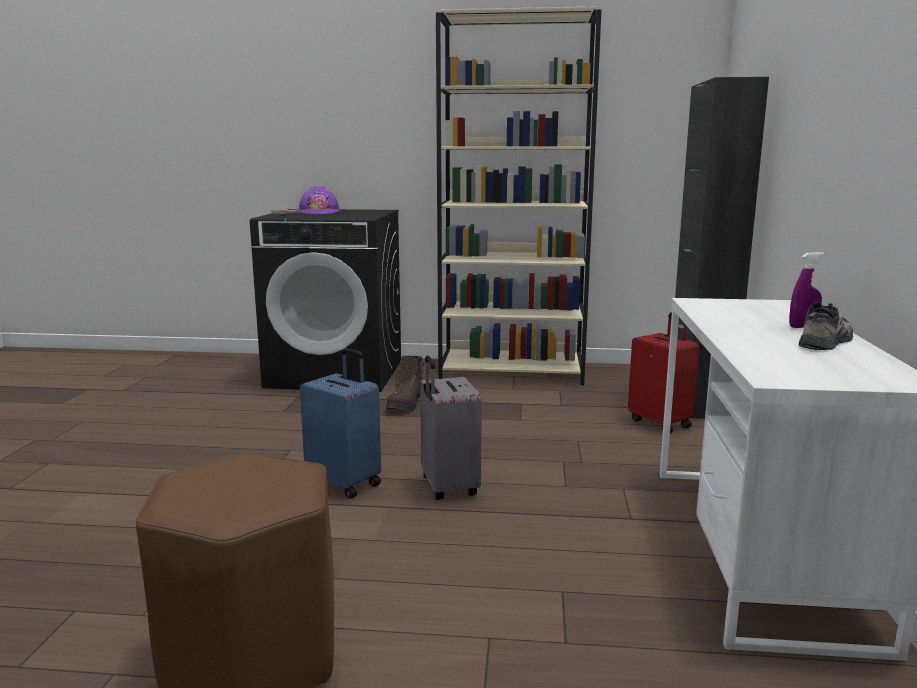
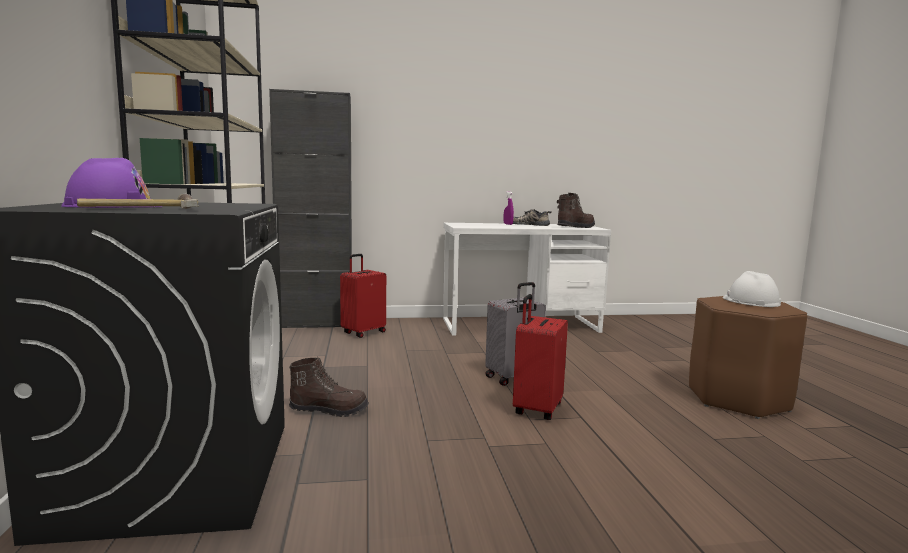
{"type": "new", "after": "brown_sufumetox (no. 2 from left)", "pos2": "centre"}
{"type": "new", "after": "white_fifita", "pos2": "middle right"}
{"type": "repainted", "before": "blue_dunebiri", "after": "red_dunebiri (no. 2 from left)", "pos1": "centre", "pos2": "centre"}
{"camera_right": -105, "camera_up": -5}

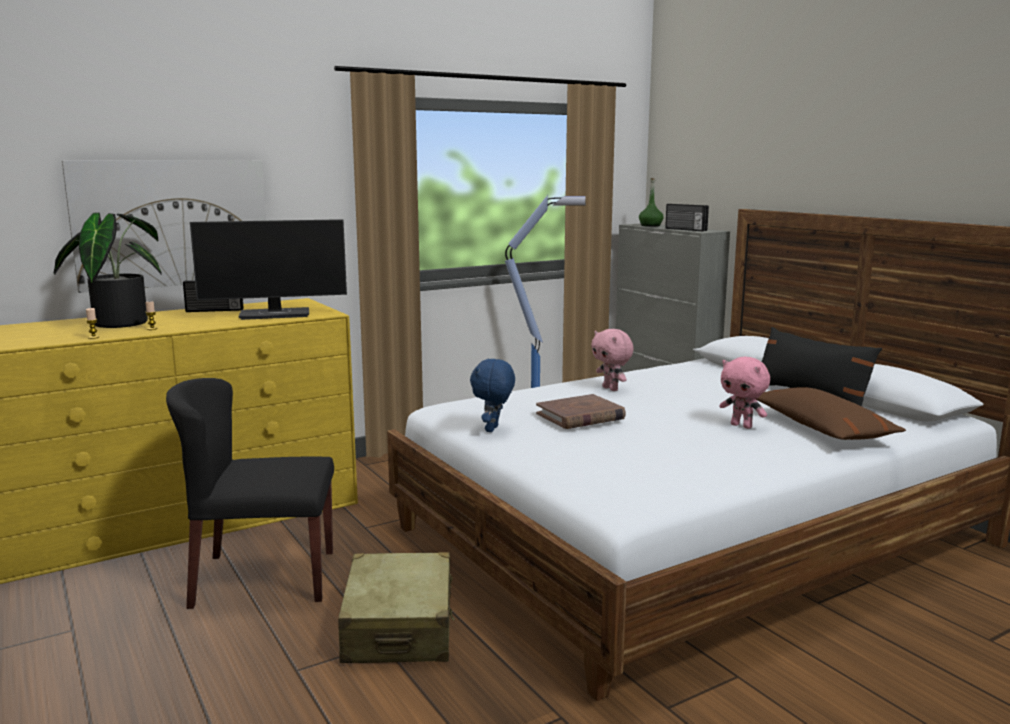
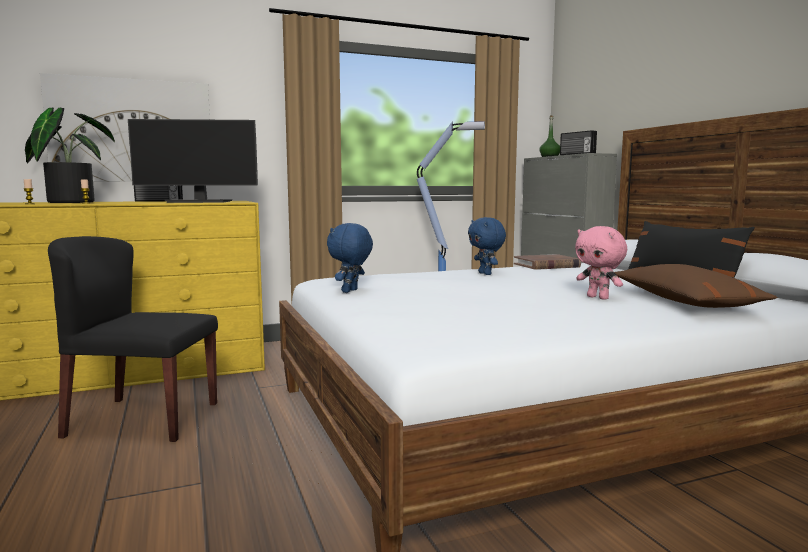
{"type": "gone", "before": "beige_dunebiri", "pos1": "bottom centre"}
{"type": "shifted", "before": "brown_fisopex", "pos1": "centre", "pos2": "middle right"}
{"type": "repainted", "before": "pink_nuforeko (no. 1 from left)", "after": "blue_nuforeko (no. 2 from left)", "pos1": "centre", "pos2": "centre"}
{"camera_right": 10, "camera_up": -5}

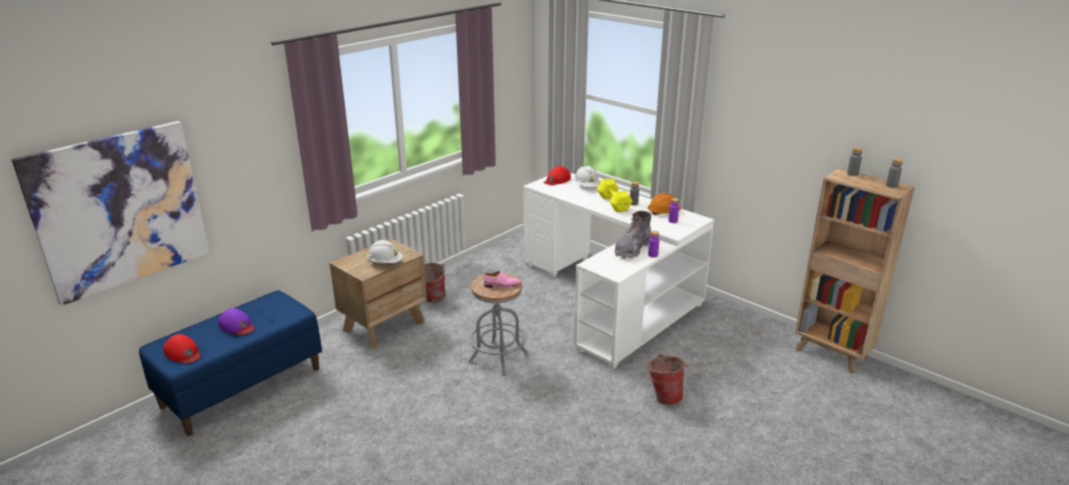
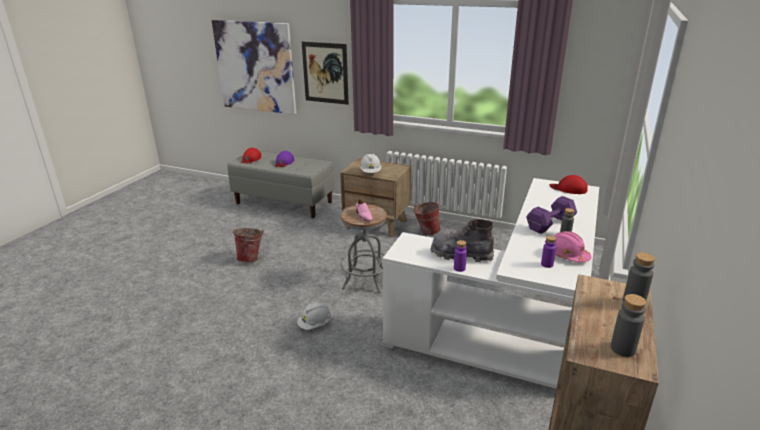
{"type": "new", "after": "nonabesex (no. 2 from left)", "pos2": "top centre"}
{"type": "shifted", "before": "white_fifita (no. 2 from left in the first image)", "after": "white_fifita (no. 1 from left)", "pos1": "centre", "pos2": "bottom centre"}
{"type": "shifted", "before": "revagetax (no. 2 from left in the first image)", "after": "revagetax (no. 1 from left)", "pos1": "bottom centre", "pos2": "middle left"}
{"type": "repainted", "before": "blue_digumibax", "after": "grey_digumibax", "pos1": "bottom left", "pos2": "centre"}
{"type": "repainted", "before": "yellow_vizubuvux", "after": "purple_vizubuvux", "pos1": "centre", "pos2": "middle right"}
{"type": "repainted", "before": "orange_fifita", "after": "pink_fifita", "pos1": "centre", "pos2": "middle right"}
{"camera_right": 70, "camera_up": 0}

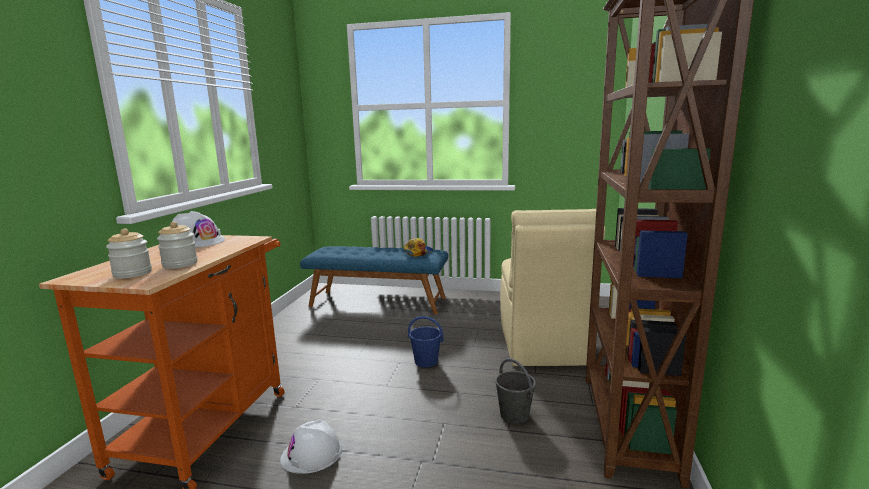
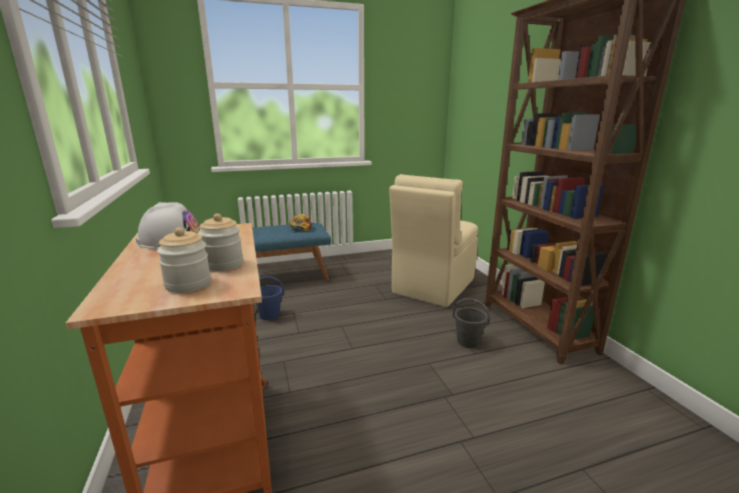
{"type": "gone", "before": "white_fifita (no. 2 from left)", "pos1": "bottom centre"}
{"type": "shifted", "before": "blue_revagetax", "pos1": "bottom centre", "pos2": "centre"}
{"type": "rotated", "before": "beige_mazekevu", "pos1": "centre", "pos2": "centre", "turn": 60}
{"camera_right": -30, "camera_up": 5}

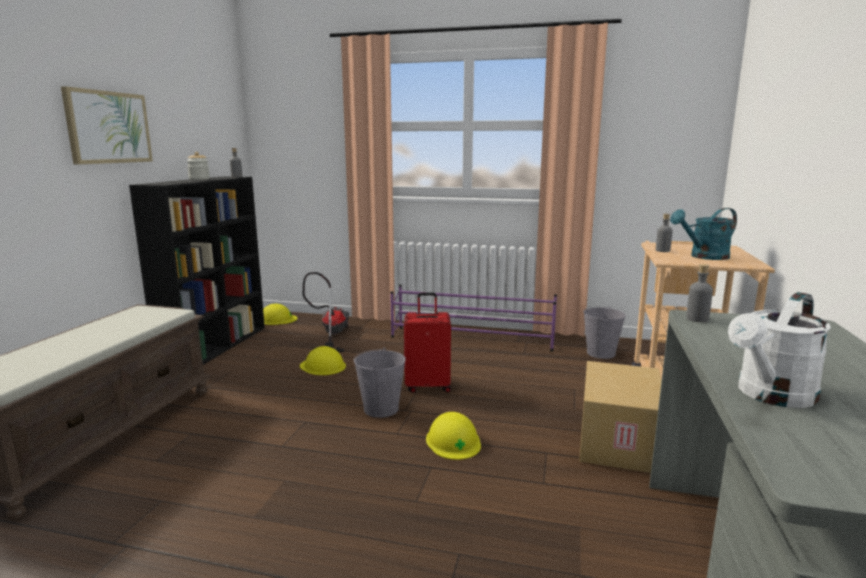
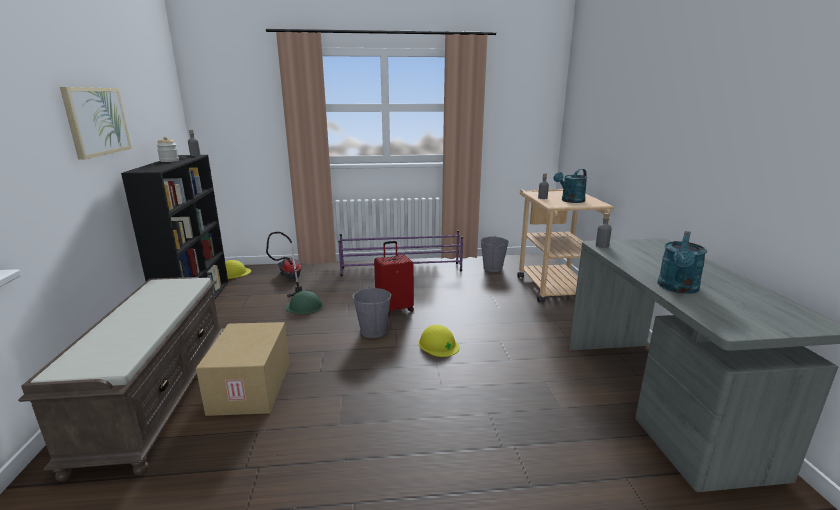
{"type": "shifted", "before": "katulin", "pos1": "bottom right", "pos2": "bottom left"}
{"type": "repainted", "before": "yellow_fifita (no. 2 from left)", "after": "green_fifita", "pos1": "centre", "pos2": "centre"}
{"type": "repainted", "before": "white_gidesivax", "after": "turquoise_gidesivax (no. 2 from left)", "pos1": "middle right", "pos2": "middle right"}
{"camera_right": -20, "camera_up": 5}

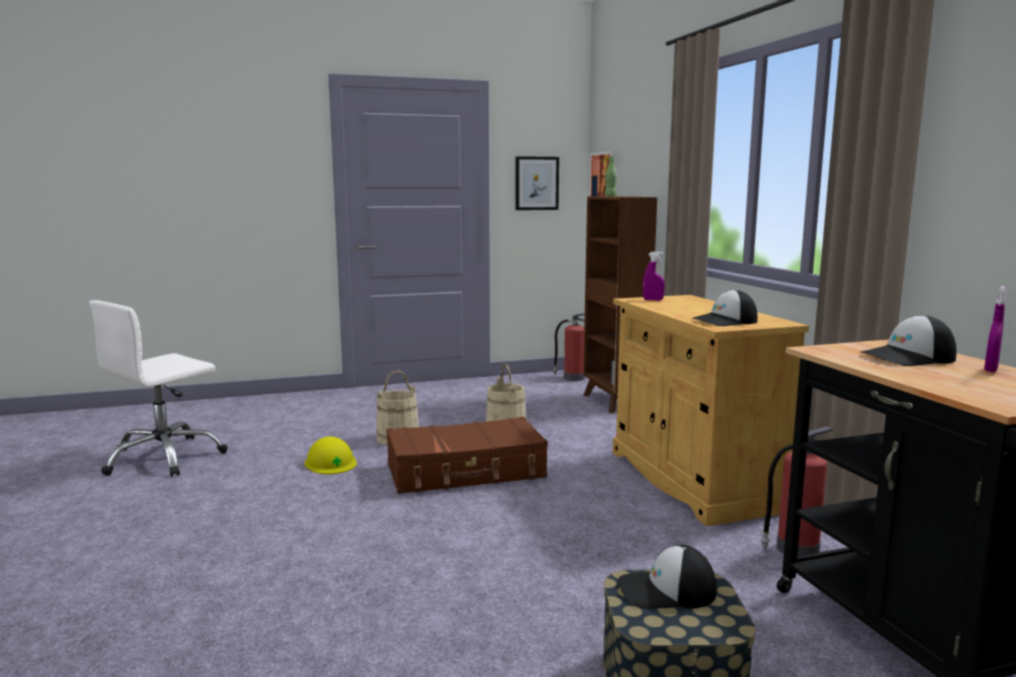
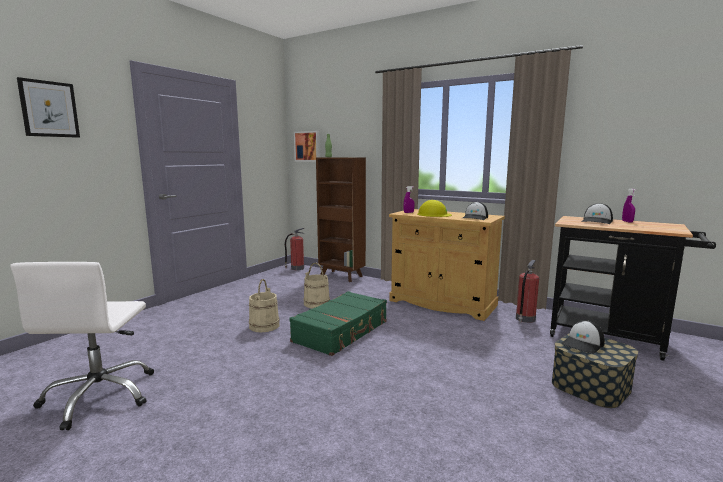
{"type": "shifted", "before": "yellow_fifita", "pos1": "bottom left", "pos2": "centre"}
{"type": "shifted", "before": "nonabesex (no. 1 from left)", "pos1": "top centre", "pos2": "top left"}
{"type": "repainted", "before": "brown_dunebiri", "after": "green_dunebiri", "pos1": "bottom centre", "pos2": "bottom centre"}
{"camera_right": -40, "camera_up": 0}

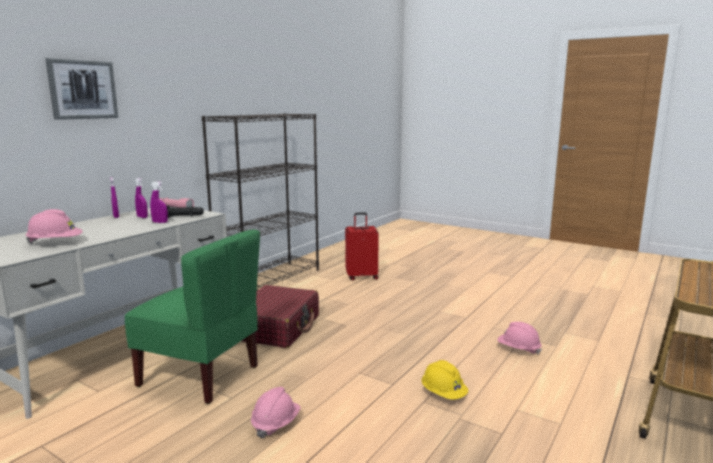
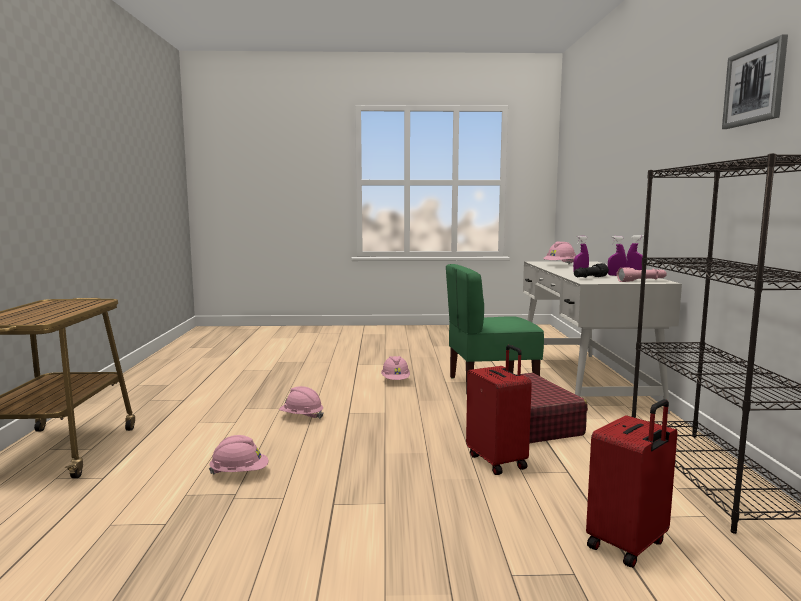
{"type": "new", "after": "red_dunebiri (no. 1 from left)", "pos2": "bottom centre"}
{"type": "shifted", "before": "nonabesex", "pos1": "top left", "pos2": "top right"}
{"type": "repainted", "before": "yellow_fifita", "after": "pink_fifita (no. 2 from left)", "pos1": "bottom centre", "pos2": "bottom centre"}
{"camera_right": 145, "camera_up": -5}

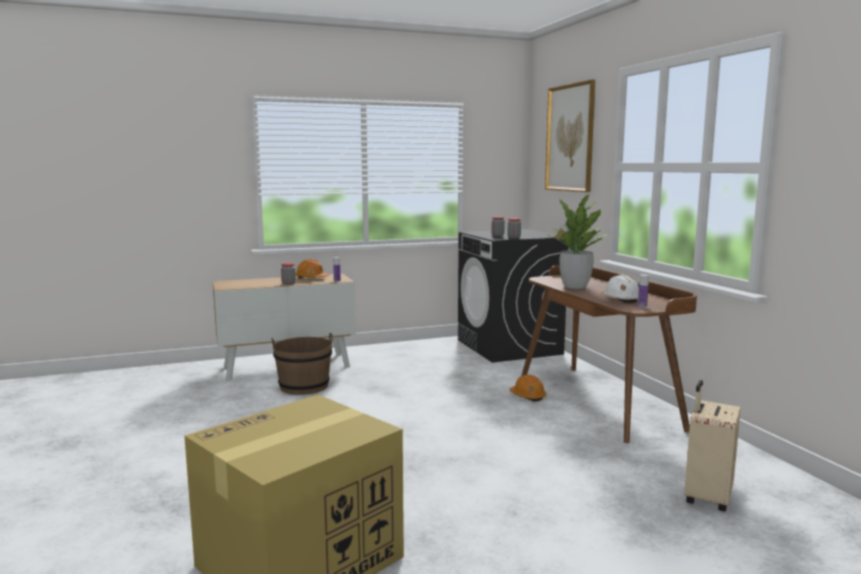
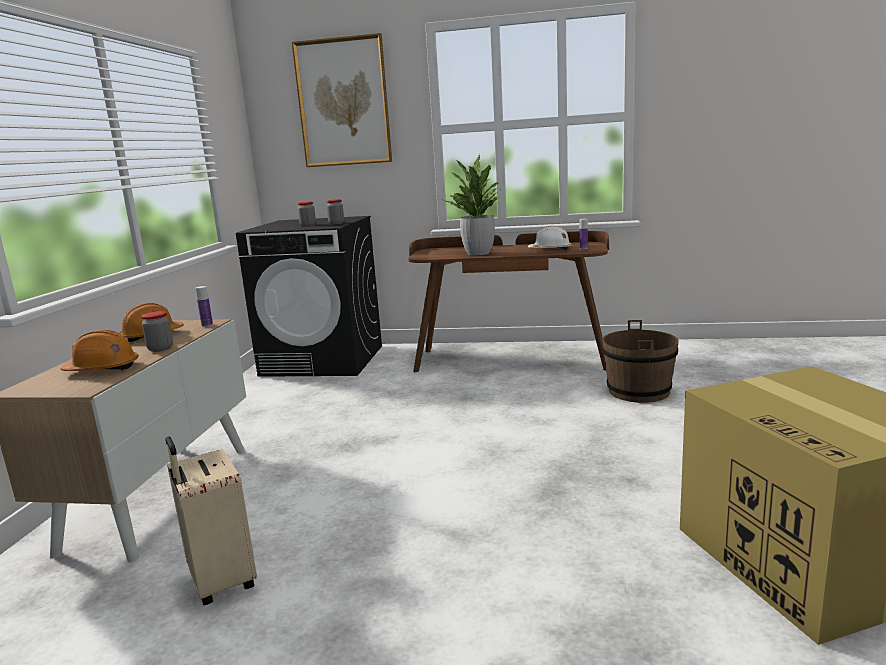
{"type": "shifted", "before": "brown_revagetax", "pos1": "centre", "pos2": "middle right"}
{"type": "shifted", "before": "orange_fifita (no. 2 from left in the first image)", "after": "orange_fifita (no. 1 from left)", "pos1": "bottom centre", "pos2": "middle left"}
{"type": "shifted", "before": "beige_dunebiri", "pos1": "bottom right", "pos2": "bottom left"}
{"camera_right": -60, "camera_up": 5}

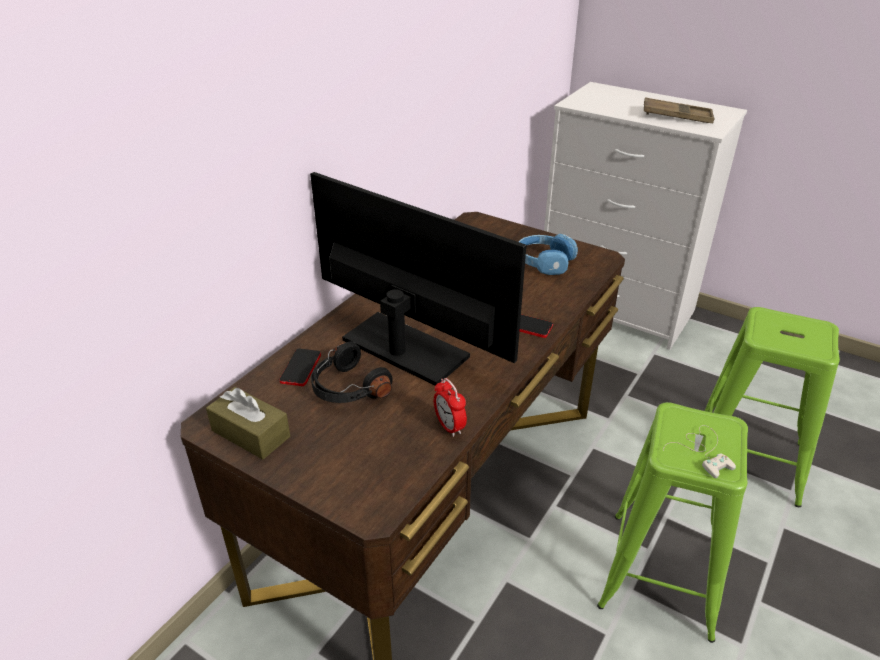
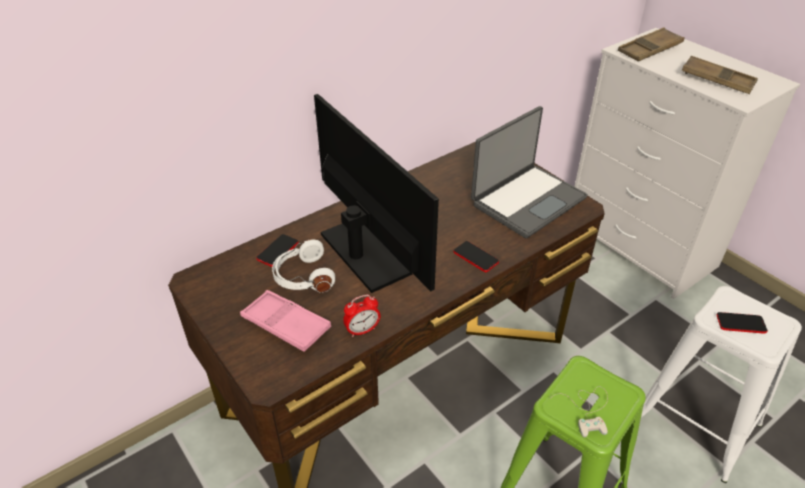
{"type": "gone", "before": "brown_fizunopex", "pos1": "middle left"}
{"type": "new", "after": "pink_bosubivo", "pos2": "centre"}
{"type": "new", "after": "brown_bosubivo (no. 1 from left)", "pos2": "top right"}
{"type": "new", "after": "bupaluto (no. 3 from left)", "pos2": "middle right"}
{"type": "swapped", "before": "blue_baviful", "after": "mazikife", "pos1": "centre", "pos2": "centre"}
{"type": "repainted", "before": "black_baviful", "after": "white_baviful", "pos1": "centre", "pos2": "centre"}
{"type": "repainted", "before": "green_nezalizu (no. 2 from left)", "after": "white_nezalizu", "pos1": "middle right", "pos2": "bottom right"}
{"type": "rotated", "before": "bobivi", "pos1": "centre", "pos2": "centre", "turn": -105}
{"camera_right": 20, "camera_up": 5}

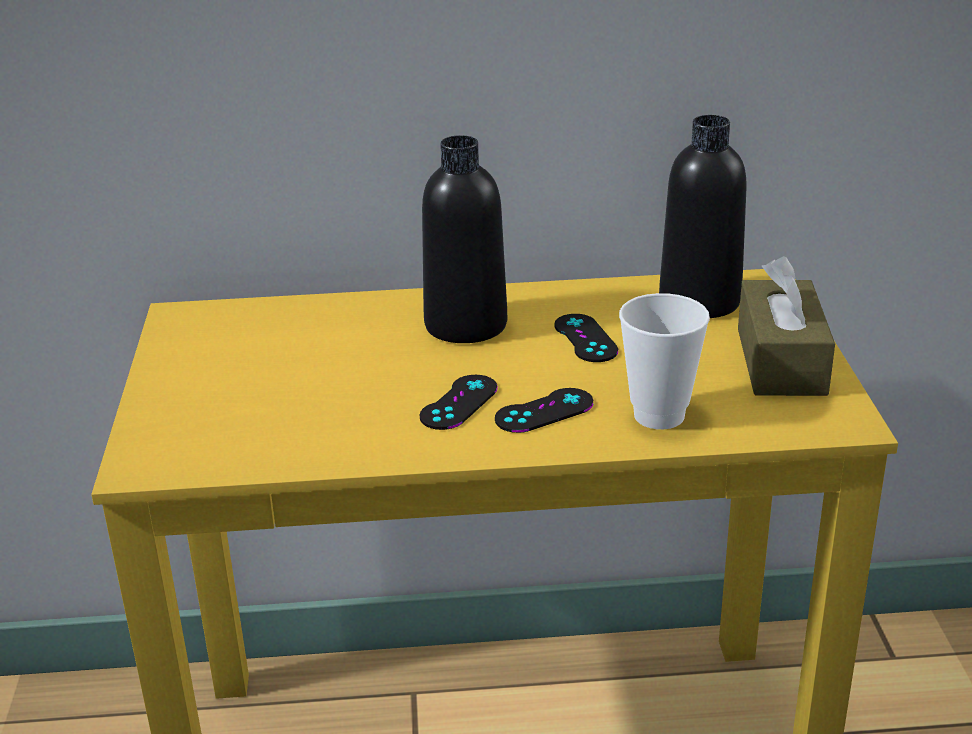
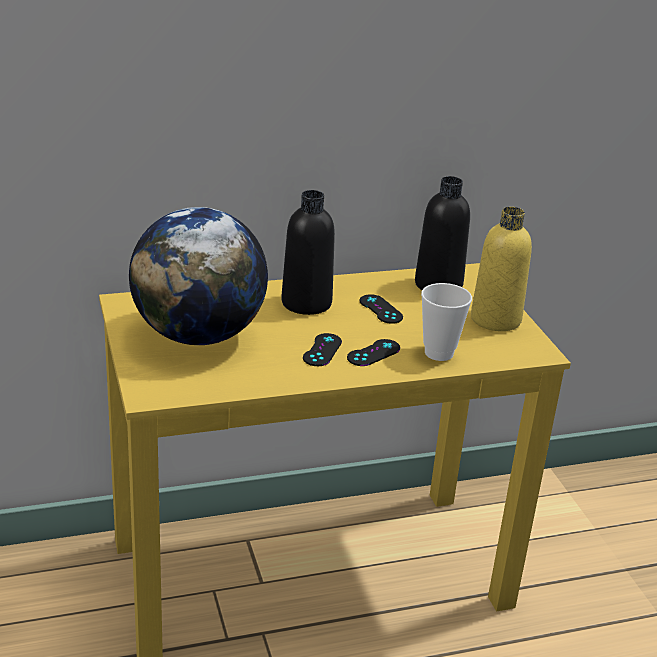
{"type": "new", "after": "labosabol", "pos2": "middle left"}
{"type": "swapped", "before": "brown_fizunopex", "after": "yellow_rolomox", "pos1": "middle right", "pos2": "middle right"}
{"camera_right": -15, "camera_up": 0}

